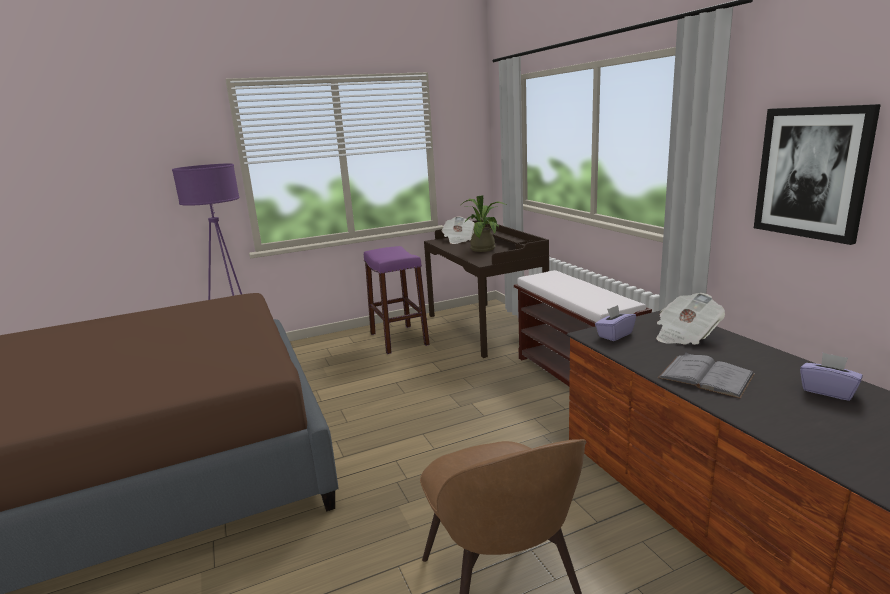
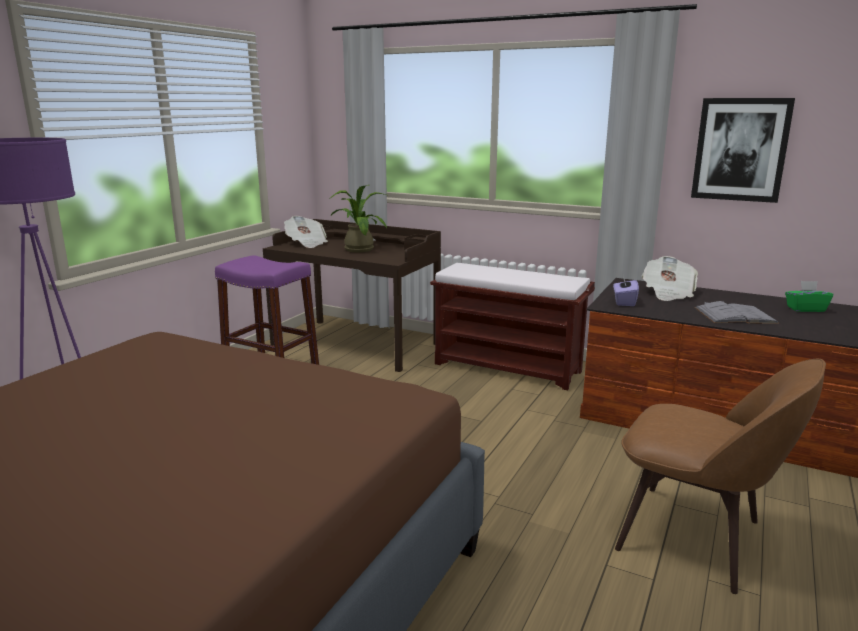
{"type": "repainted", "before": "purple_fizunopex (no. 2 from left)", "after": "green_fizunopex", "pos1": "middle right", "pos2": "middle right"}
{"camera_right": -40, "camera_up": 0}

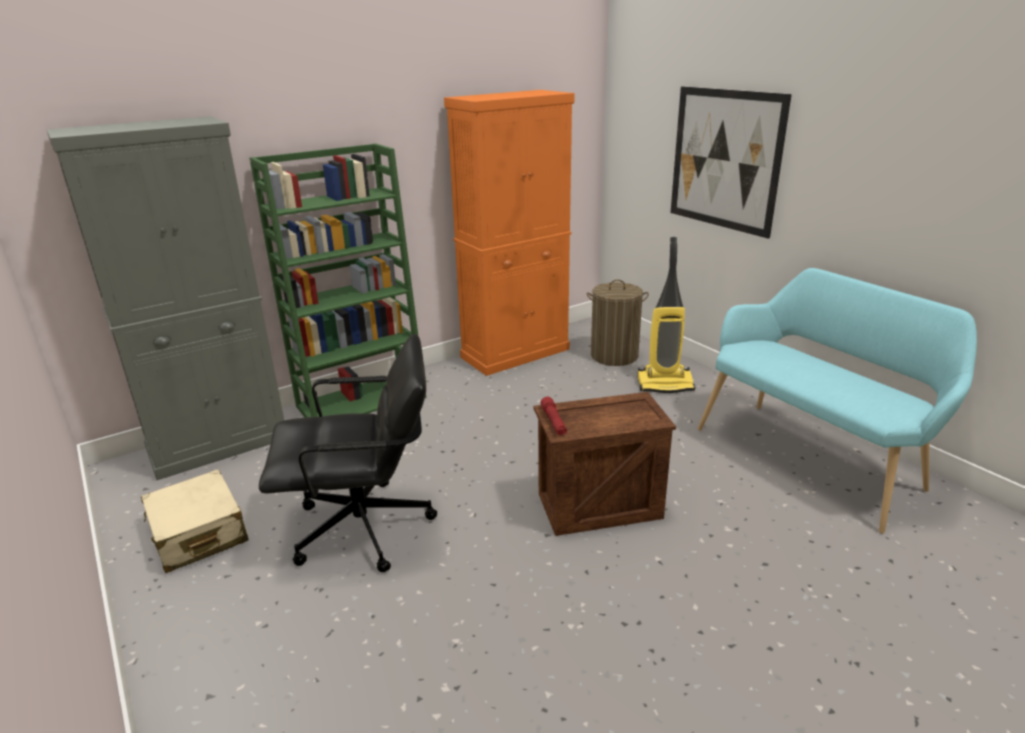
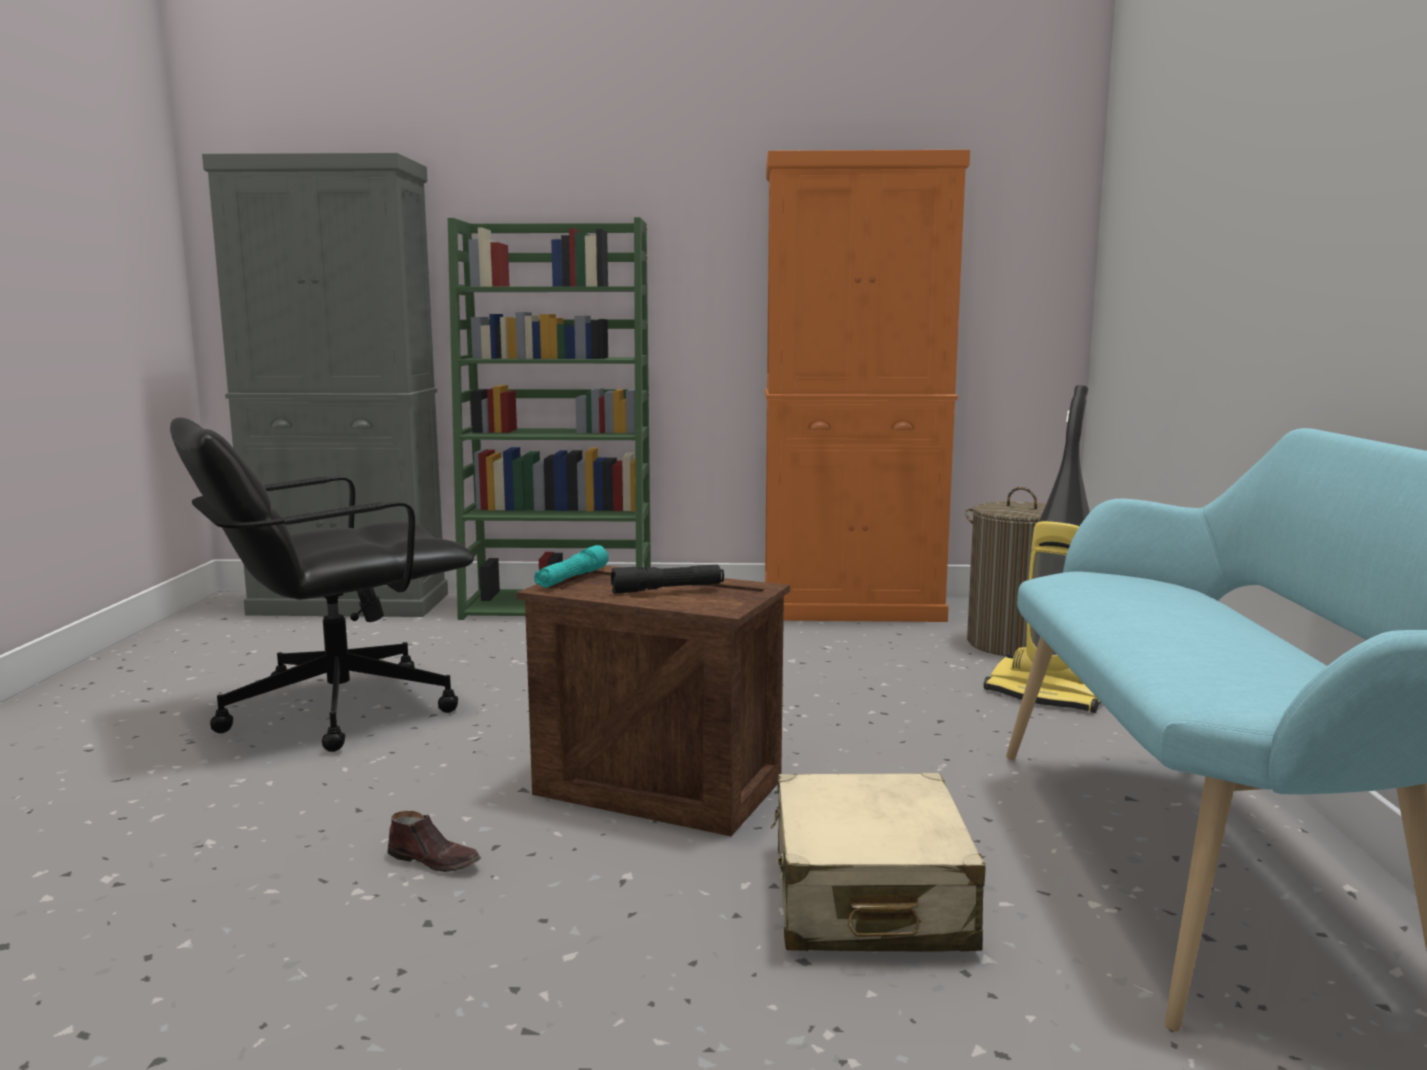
{"type": "gone", "before": "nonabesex", "pos1": "top right"}
{"type": "new", "after": "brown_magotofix", "pos2": "bottom left"}
{"type": "new", "after": "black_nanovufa", "pos2": "centre"}
{"type": "shifted", "before": "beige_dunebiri", "pos1": "bottom left", "pos2": "bottom centre"}
{"type": "repainted", "before": "red_nanovufa", "after": "turquoise_nanovufa", "pos1": "centre", "pos2": "centre"}
{"type": "rotated", "before": "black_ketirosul", "pos1": "centre", "pos2": "middle left", "turn": 120}
{"camera_right": 35, "camera_up": -15}

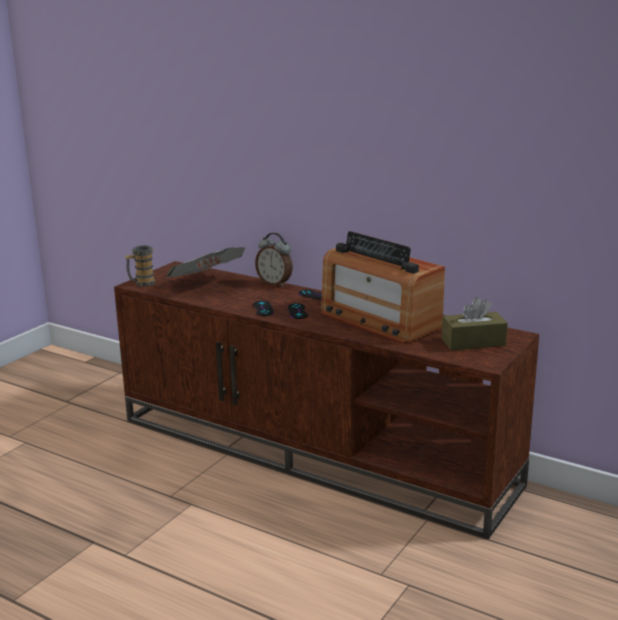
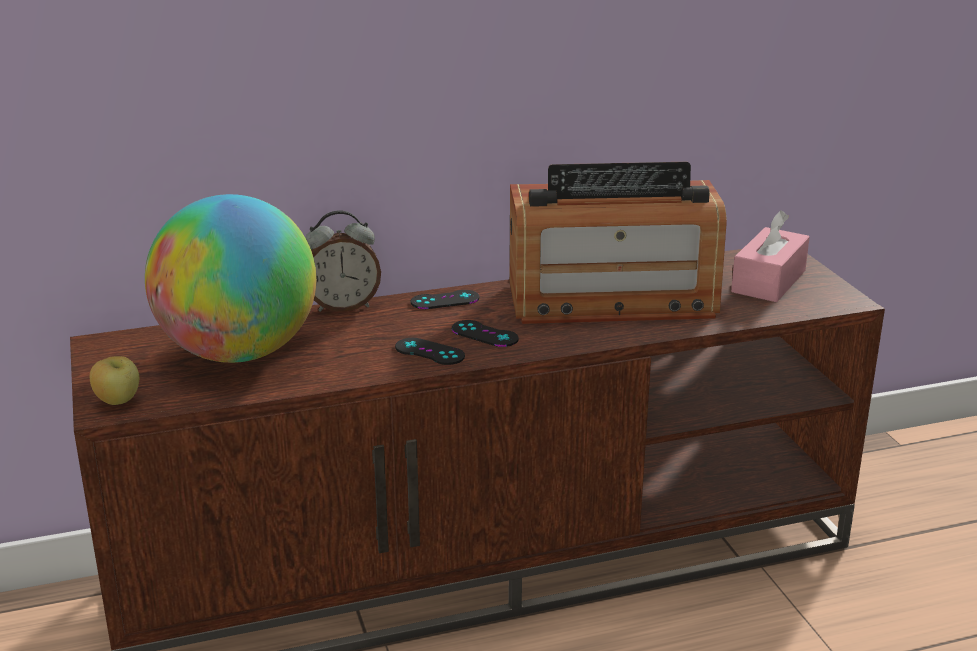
{"type": "swapped", "before": "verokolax", "after": "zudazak", "pos1": "middle left", "pos2": "middle left"}
{"type": "swapped", "before": "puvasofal", "after": "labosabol", "pos1": "middle left", "pos2": "middle left"}
{"type": "repainted", "before": "brown_fizunopex", "after": "pink_fizunopex", "pos1": "middle right", "pos2": "middle right"}
{"camera_right": -50, "camera_up": 5}

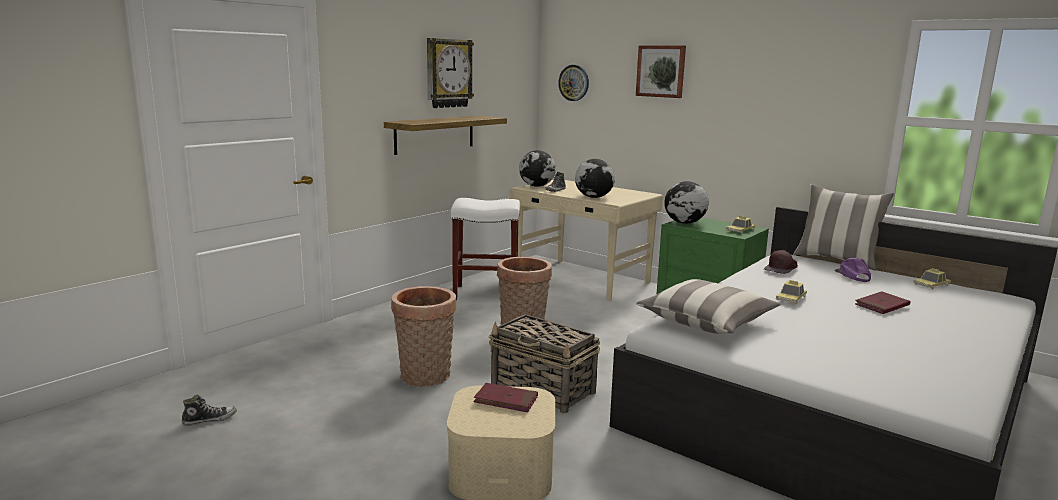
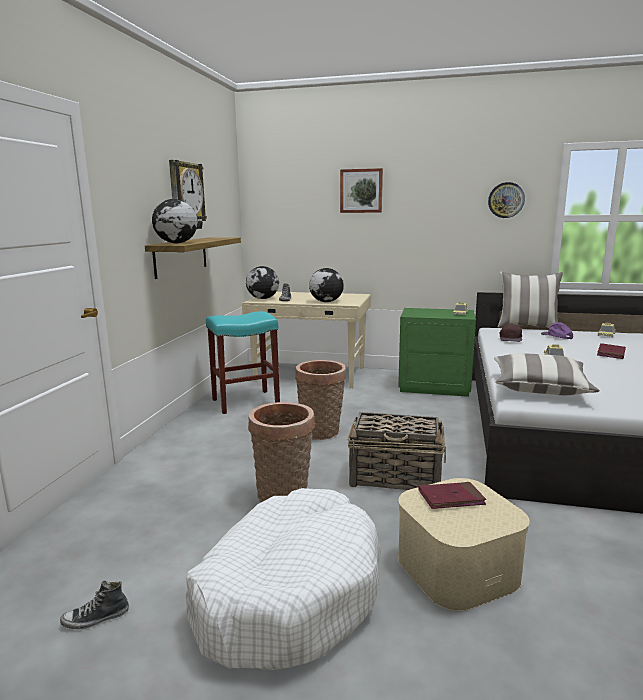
{"type": "new", "after": "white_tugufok", "pos2": "bottom centre"}
{"type": "shifted", "before": "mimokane (no. 2 from left)", "pos1": "top centre", "pos2": "top right"}
{"type": "shifted", "before": "labosabol (no. 3 from left in the first image)", "after": "labosabol (no. 1 from left)", "pos1": "centre", "pos2": "top left"}
{"type": "repainted", "before": "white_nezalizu", "after": "turquoise_nezalizu", "pos1": "centre", "pos2": "centre"}
{"type": "rotated", "before": "magotofix (no. 1 from left)", "pos1": "bottom left", "pos2": "bottom left", "turn": -150}
{"camera_right": -25, "camera_up": 0}

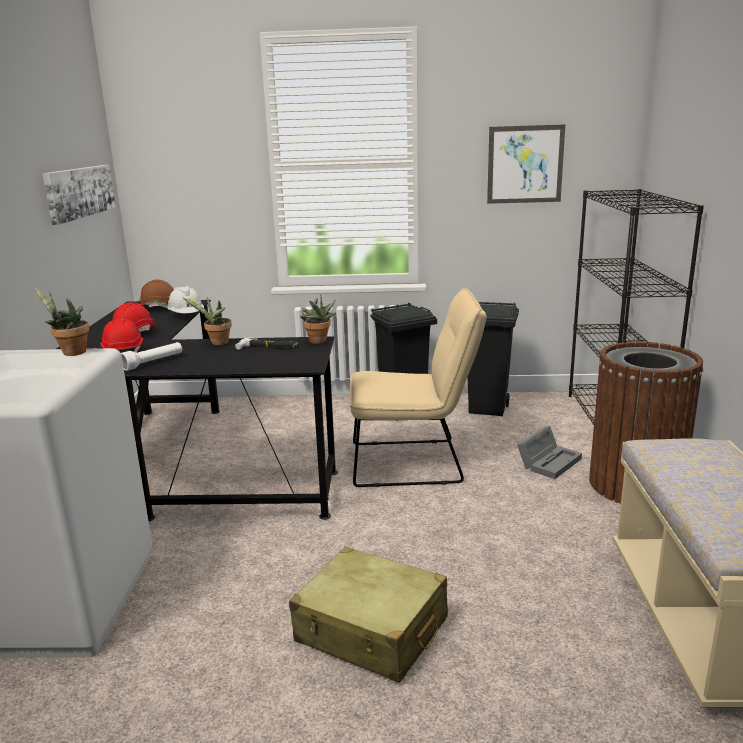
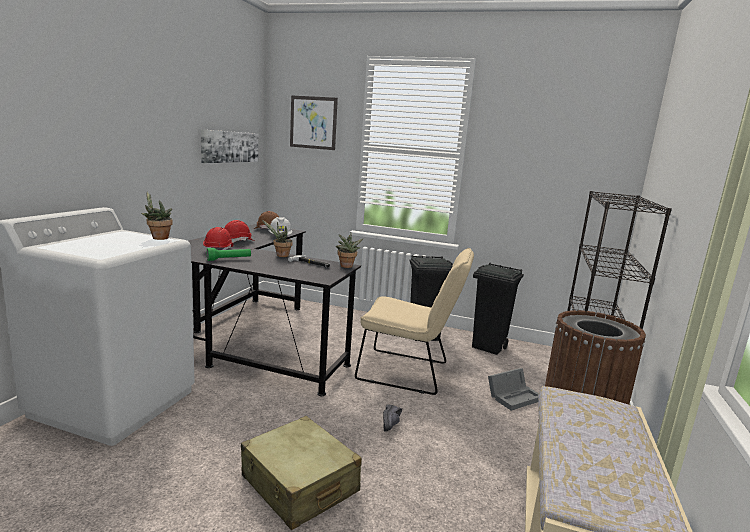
{"type": "new", "after": "black_magotofix", "pos2": "bottom centre"}
{"type": "shifted", "before": "nonabesex (no. 2 from left)", "pos1": "top right", "pos2": "top centre"}
{"type": "repainted", "before": "white_nanovufa", "after": "green_nanovufa", "pos1": "middle left", "pos2": "middle left"}
{"camera_right": 15, "camera_up": -5}

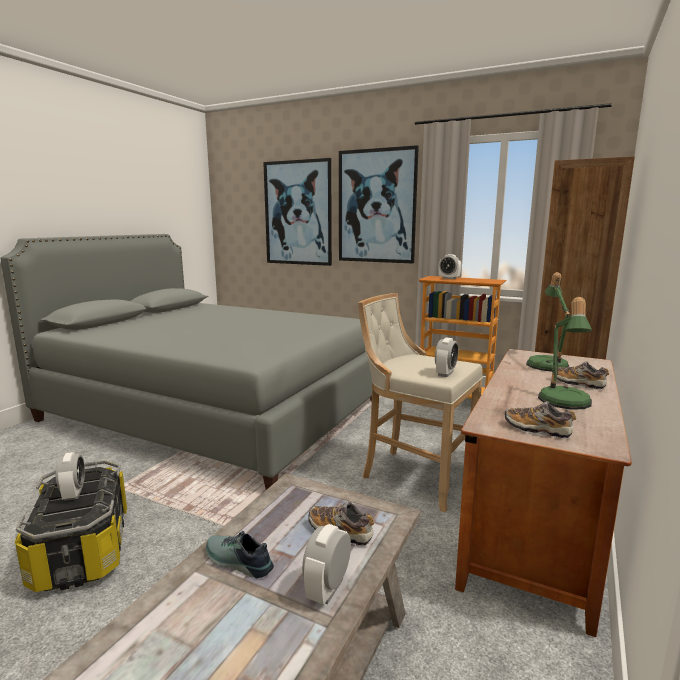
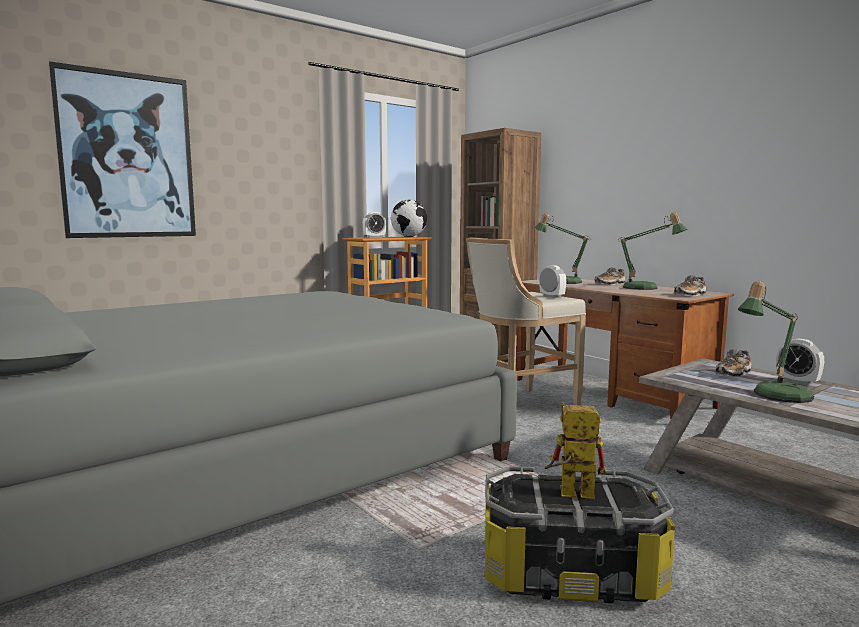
{"type": "gone", "before": "nonabesex (no. 2 from left)", "pos1": "top centre"}
{"type": "new", "after": "labosabol", "pos2": "centre"}
{"type": "swapped", "before": "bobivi (no. 1 from left)", "after": "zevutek", "pos1": "bottom left", "pos2": "bottom right"}
{"type": "swapped", "before": "magotofix (no. 1 from left)", "after": "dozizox (no. 3 from left)", "pos1": "bottom centre", "pos2": "middle right"}
{"camera_right": -65, "camera_up": -5}

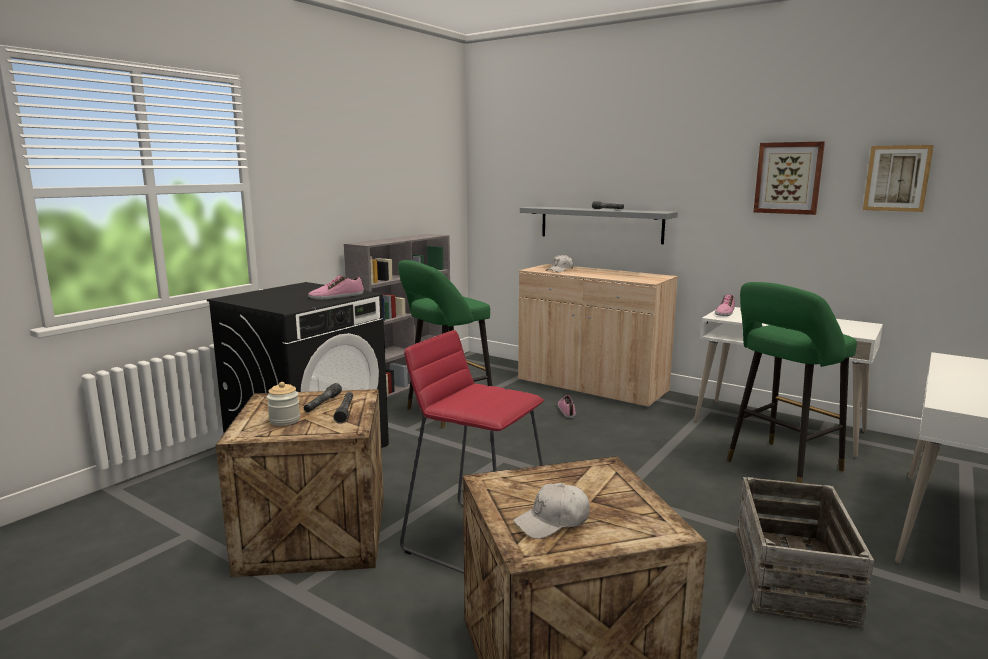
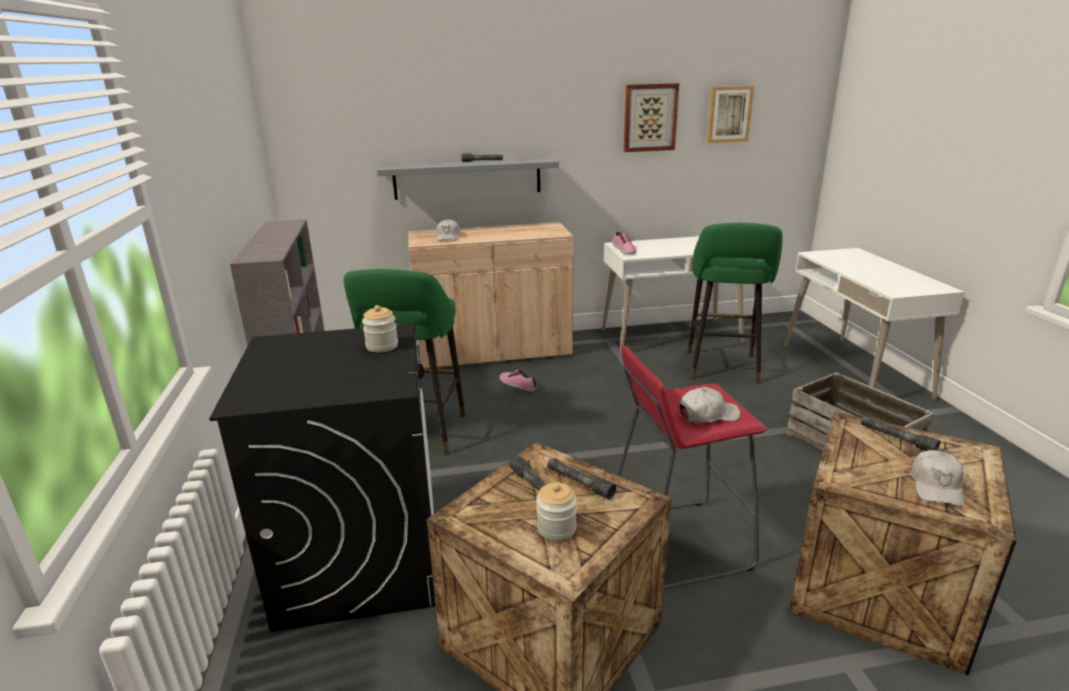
{"type": "new", "after": "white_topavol (no. 2 from left)", "pos2": "centre"}
{"type": "new", "after": "grey_nanovufa (no. 4 from left)", "pos2": "middle right"}
{"type": "swapped", "before": "magotofix (no. 1 from left)", "after": "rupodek (no. 1 from left)", "pos1": "centre", "pos2": "centre"}
{"camera_right": -45, "camera_up": 10}

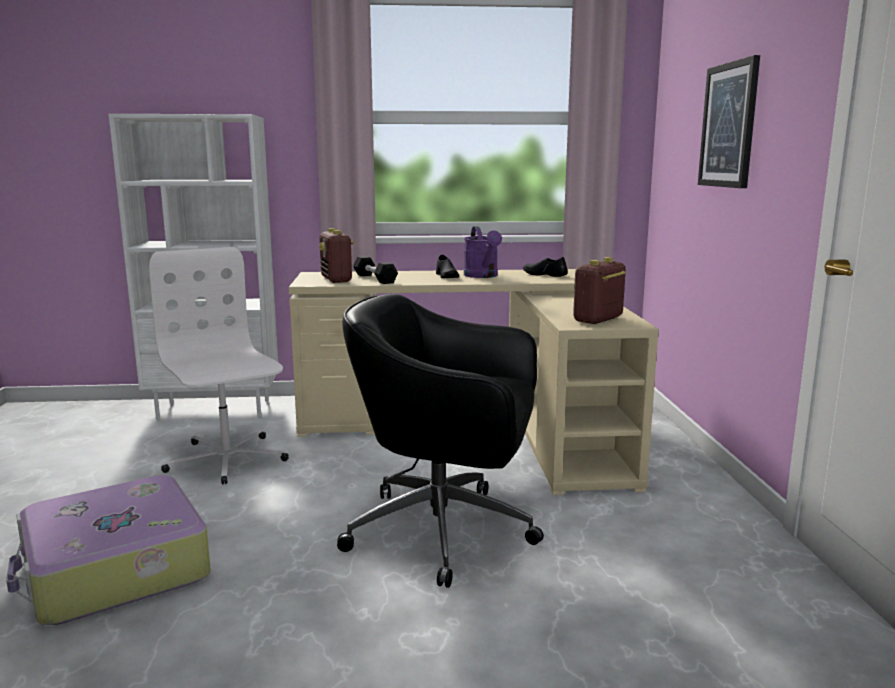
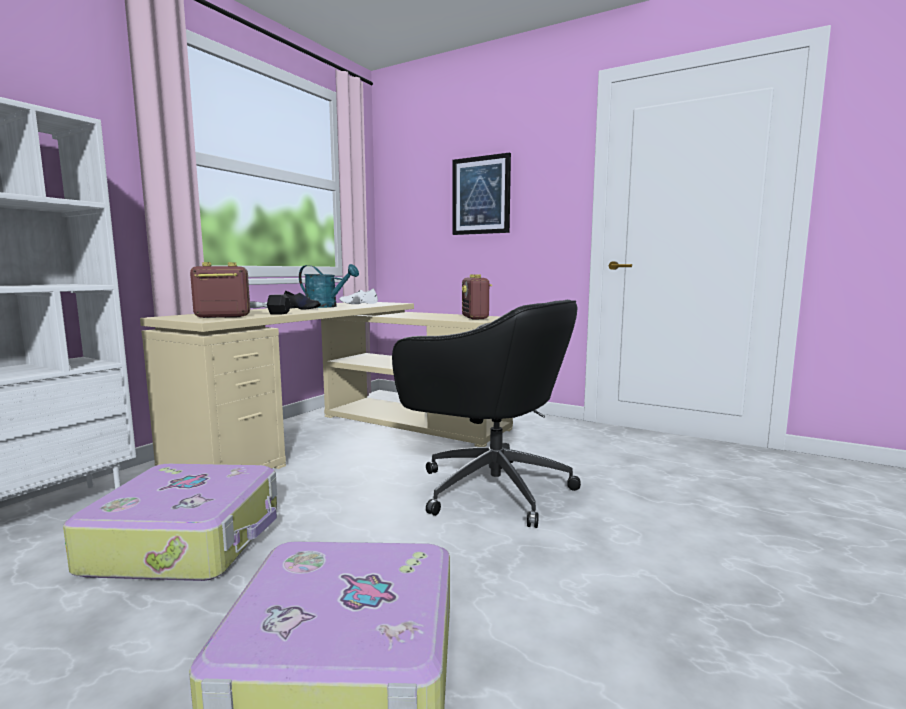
{"type": "swapped", "before": "white_ketirosul", "after": "dunebiri (no. 1 from left)", "pos1": "middle left", "pos2": "bottom left"}
{"type": "repainted", "before": "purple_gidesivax", "after": "turquoise_gidesivax", "pos1": "centre", "pos2": "centre"}
{"type": "repainted", "before": "black_magotofix (no. 2 from left)", "after": "white_magotofix", "pos1": "centre", "pos2": "centre"}
{"type": "rotated", "before": "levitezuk (no. 1 from left)", "pos1": "centre", "pos2": "middle left", "turn": 150}
{"type": "rotated", "before": "black_ketirosul", "pos1": "centre", "pos2": "centre", "turn": -105}
{"camera_right": -55, "camera_up": -5}

